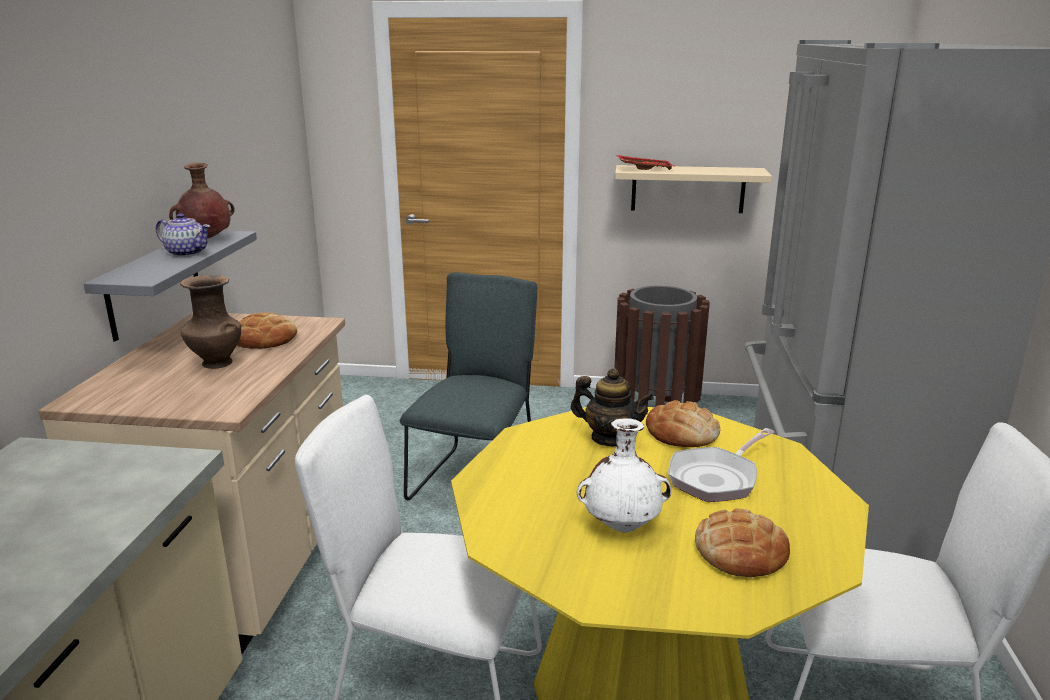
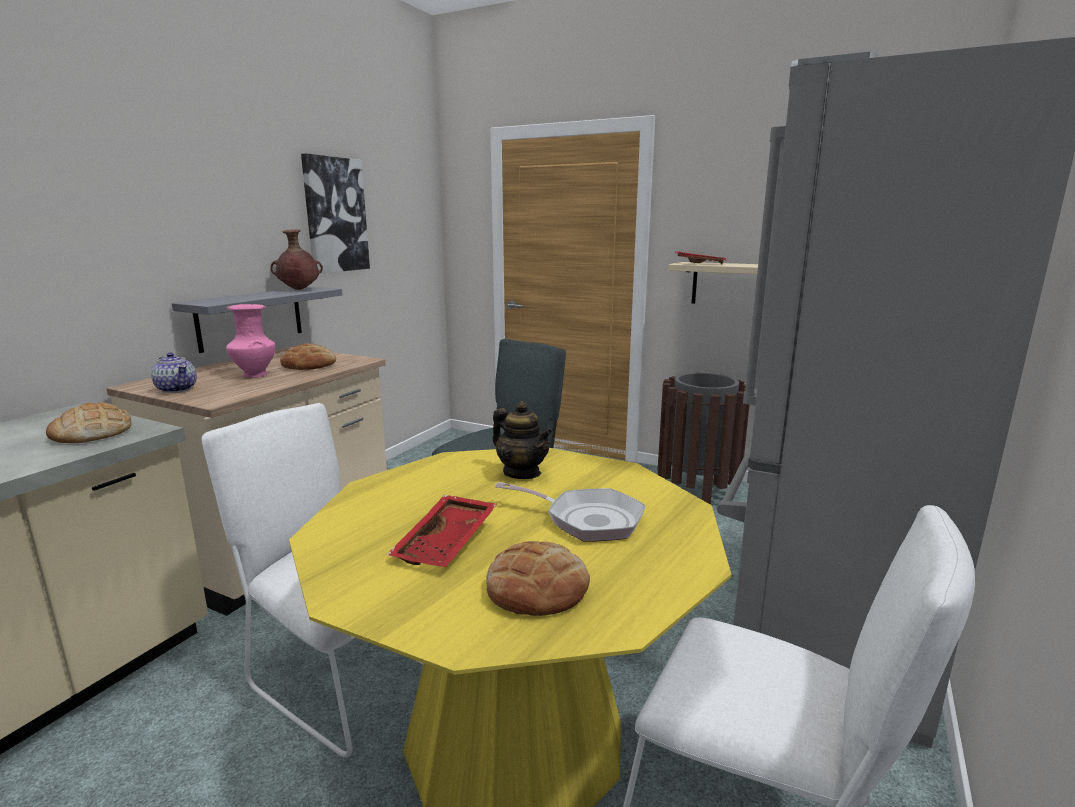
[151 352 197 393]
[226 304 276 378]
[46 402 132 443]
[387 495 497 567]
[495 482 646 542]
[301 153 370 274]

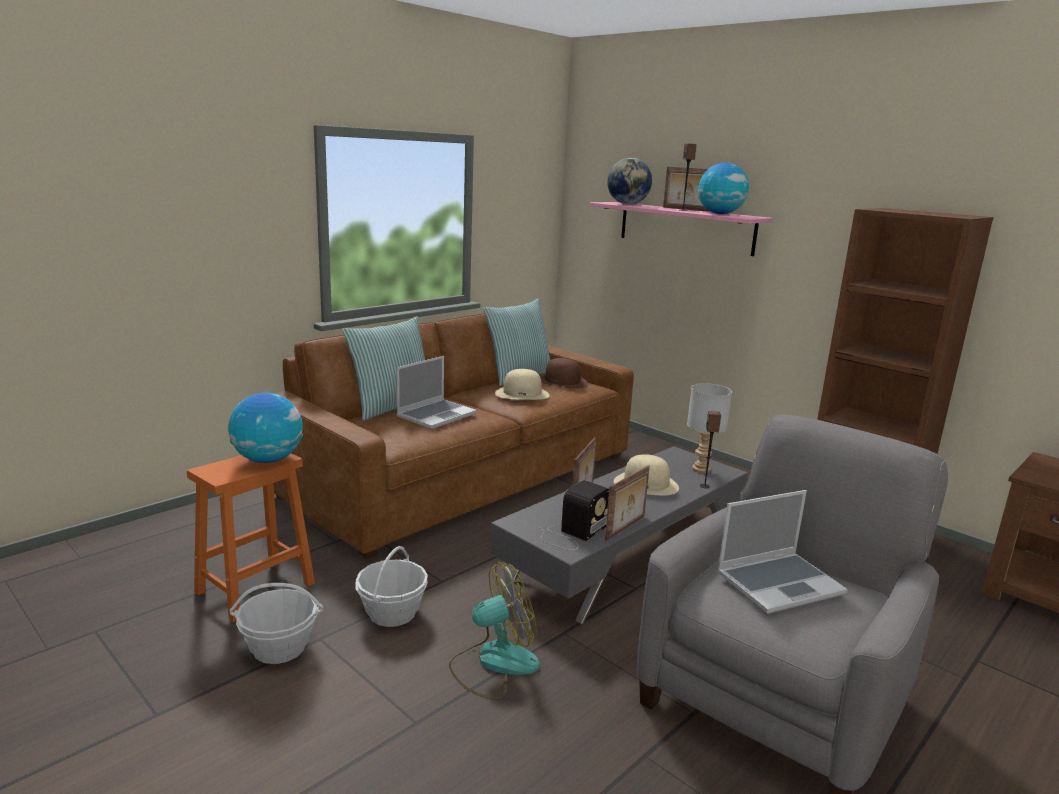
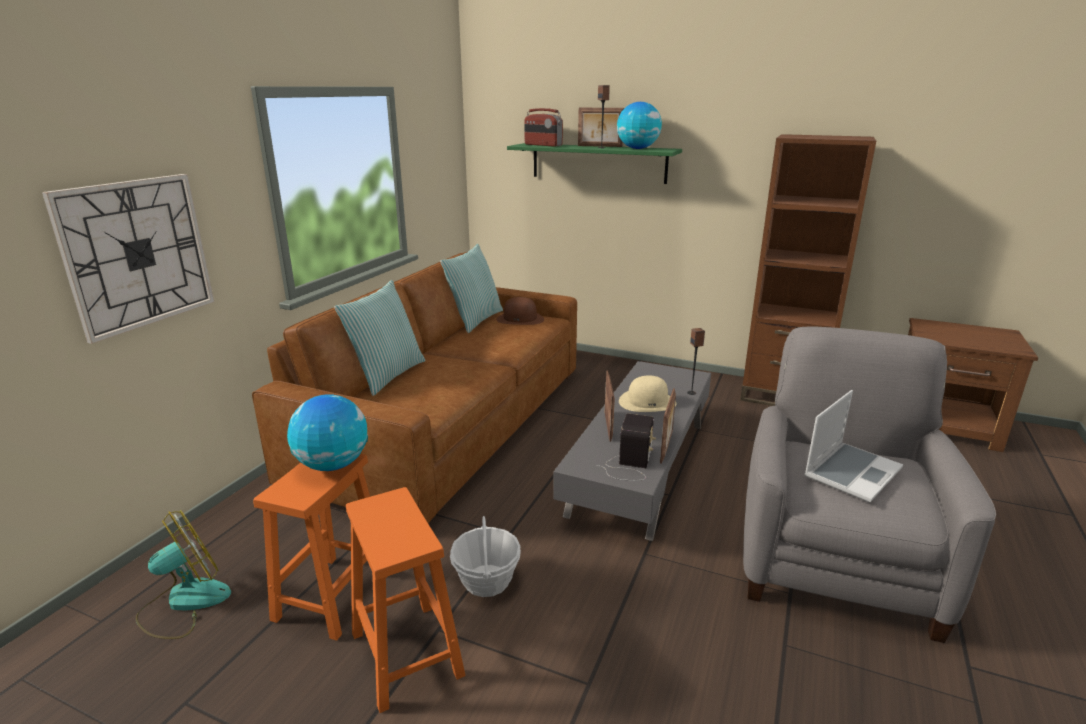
[524 108 563 147]
[507 143 682 184]
[397 356 476 429] (first image)
[495 369 550 400] (first image)
[687 383 732 473] (first image)
[136 510 231 639]
[346 487 466 713]
[42 174 214 344]

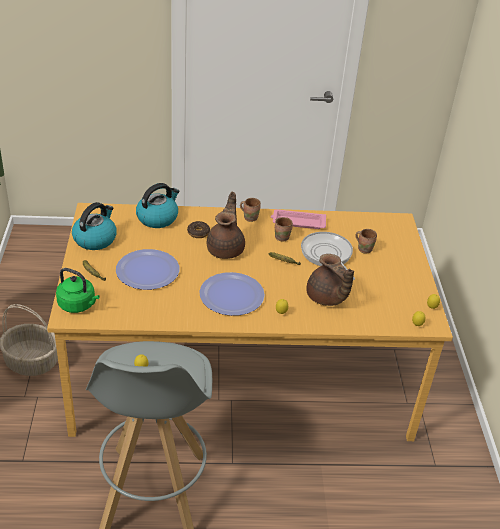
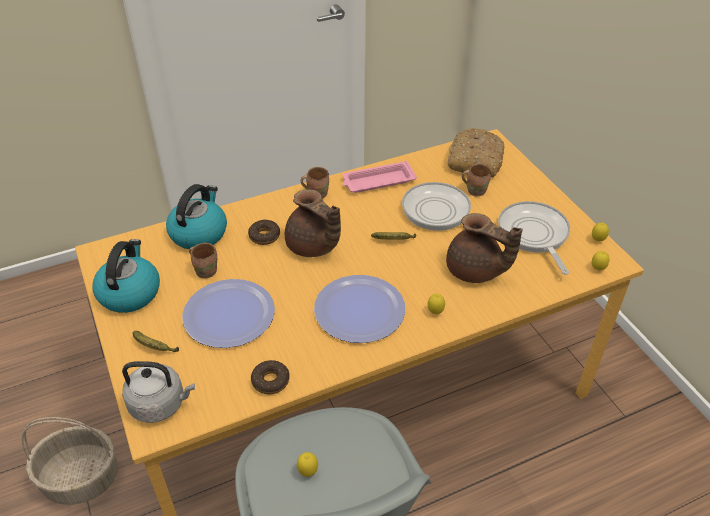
[285 189 341 257]
[189 243 217 279]
[122 361 195 423]
[448 128 504 177]
[498 201 570 275]
[251 360 290 394]

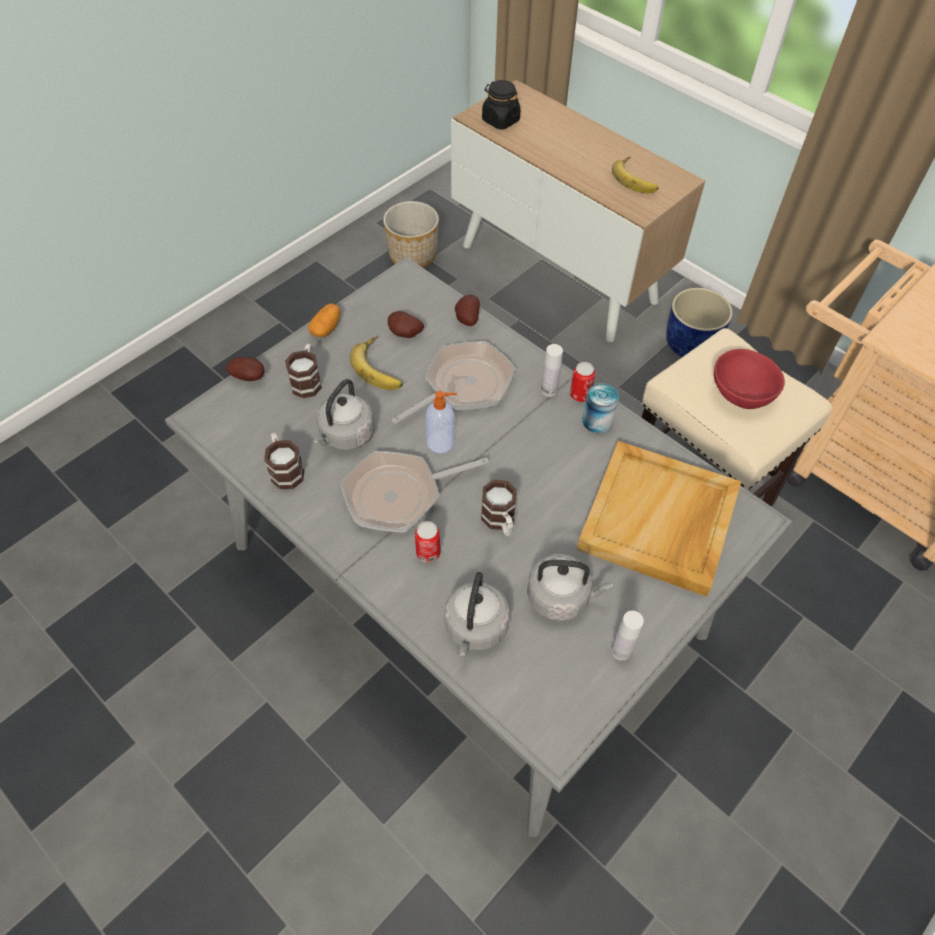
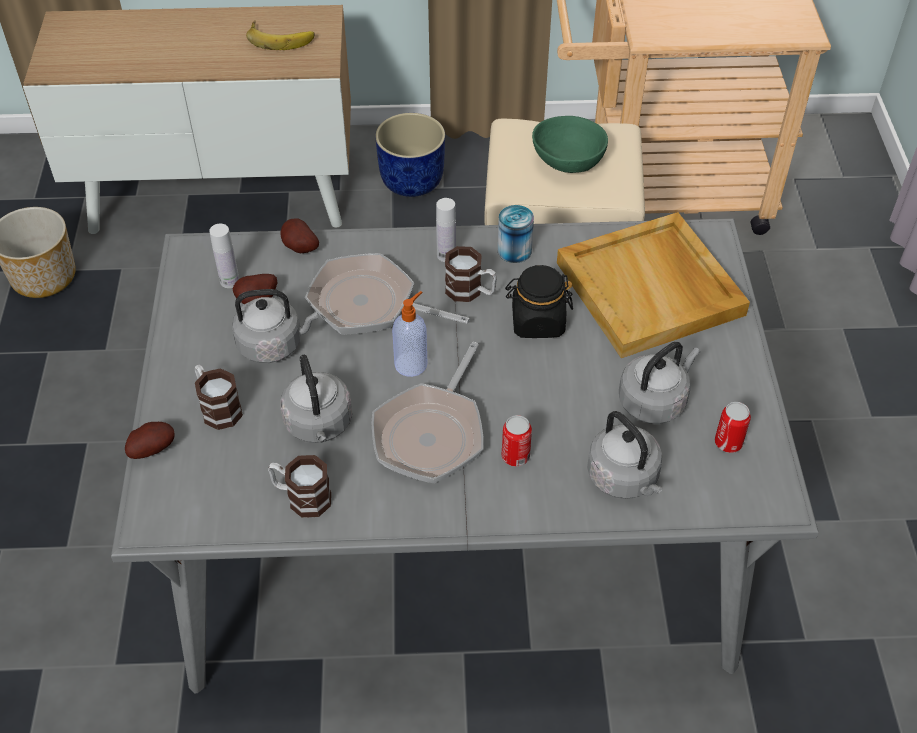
[505 265 573 338]
[308 303 341 337] (first image)
[232 289 318 363]
[305 253 470 335]
[532 116 608 173]
[715 402 751 453]
[445 246 497 302]
[209 224 239 288]

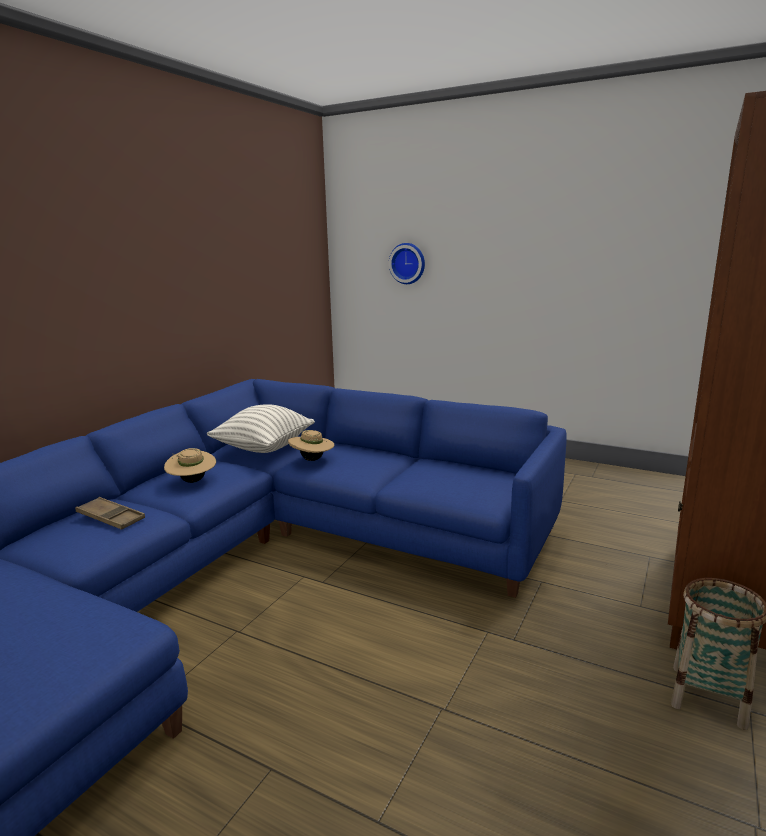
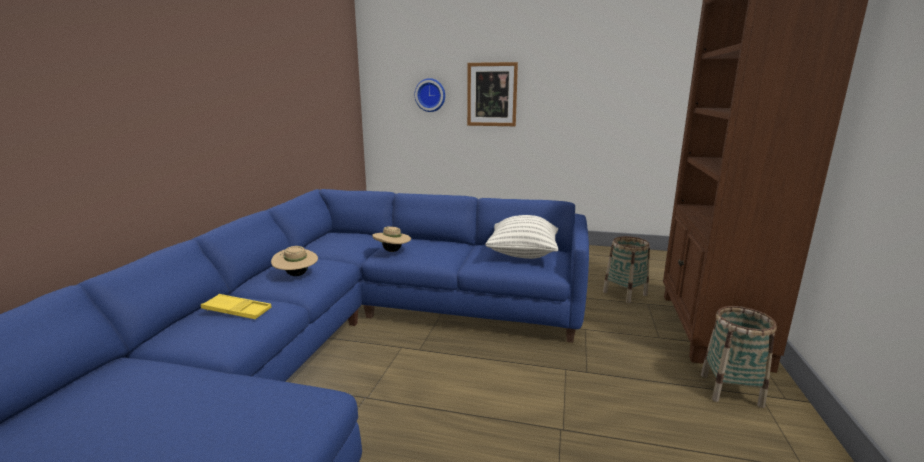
[485 215 558 259]
[201 294 271 319]
[467 62 518 126]
[603 236 650 303]

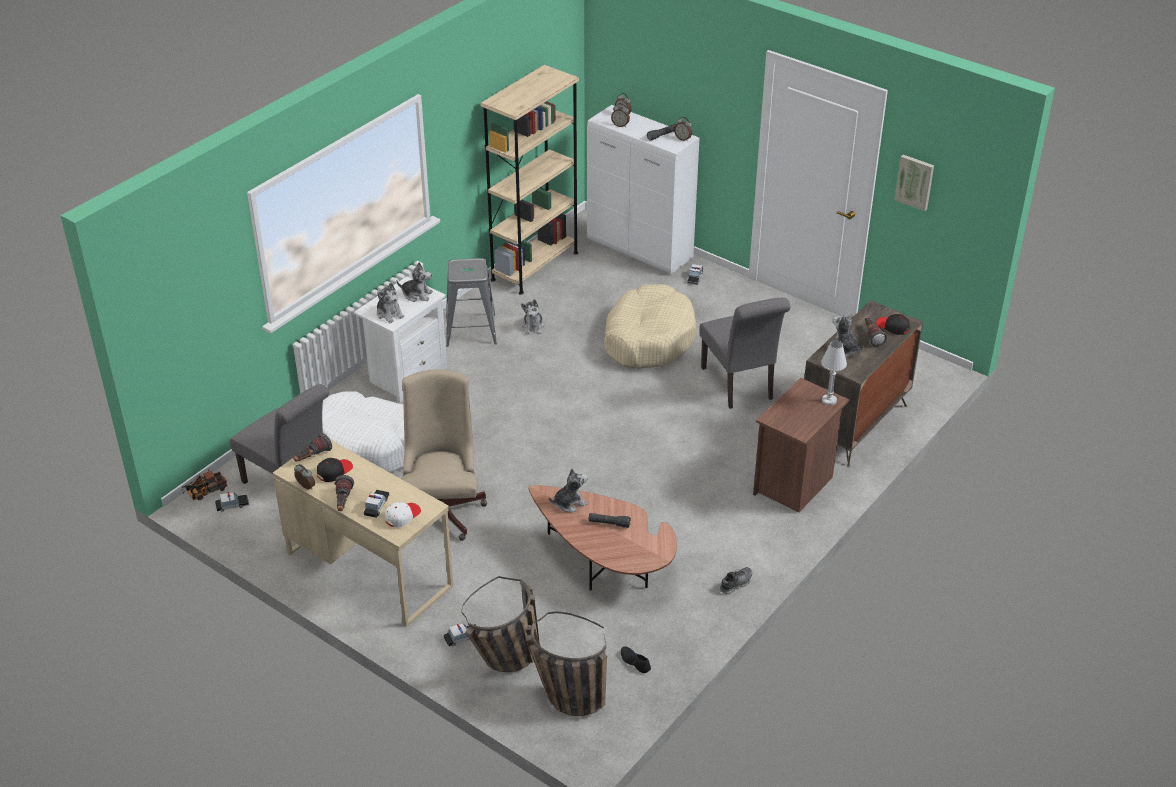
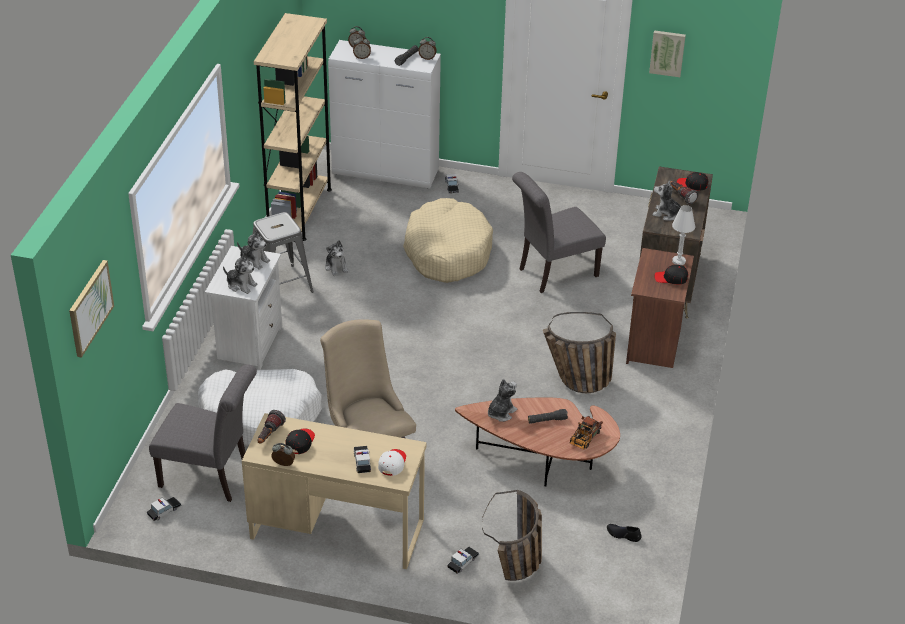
[237 230 270 270]
[512 172 606 293]
[570 416 603 450]
[334 475 354 511] (first image)
[719 567 753 595] (first image)
[543 312 616 393]
[69 260 114 358]
[654 265 688 285]

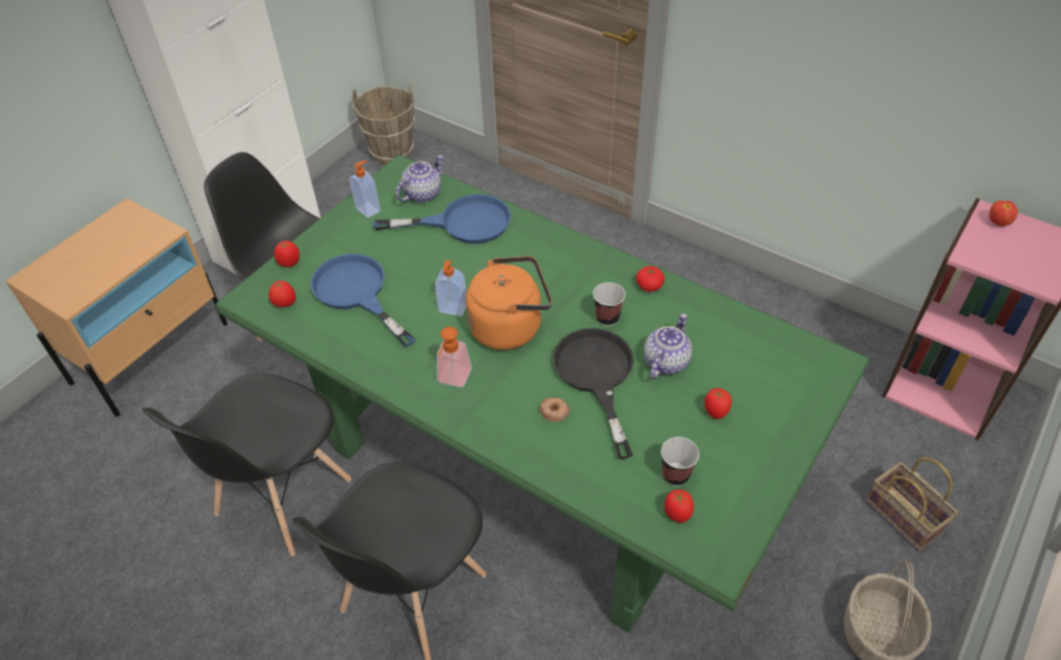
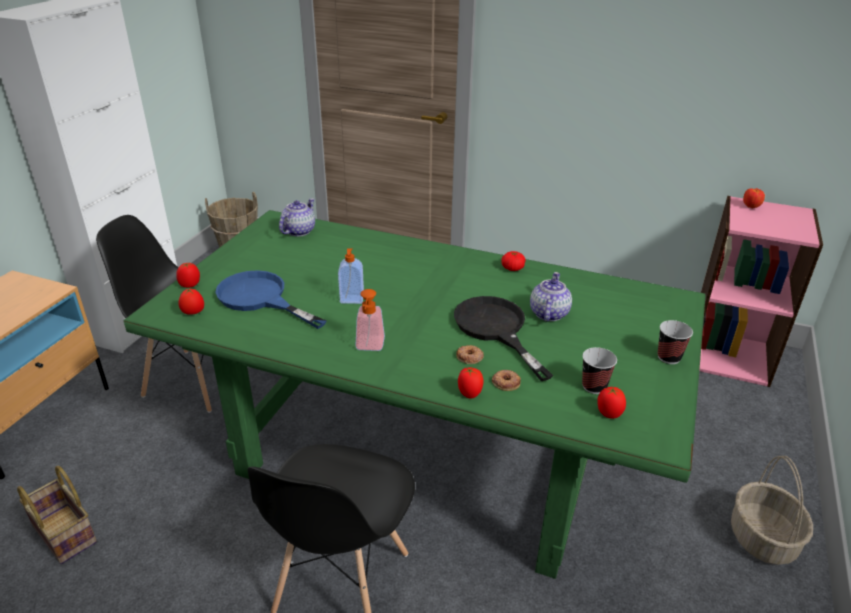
[349 160 380 218] (first image)
[373 194 511 244] (first image)
[465 256 552 350] (first image)
[658 320 693 364]
[142 374 351 556] (first image)
[458 367 483 399]
[17 466 97 564]
[492 370 521 391]

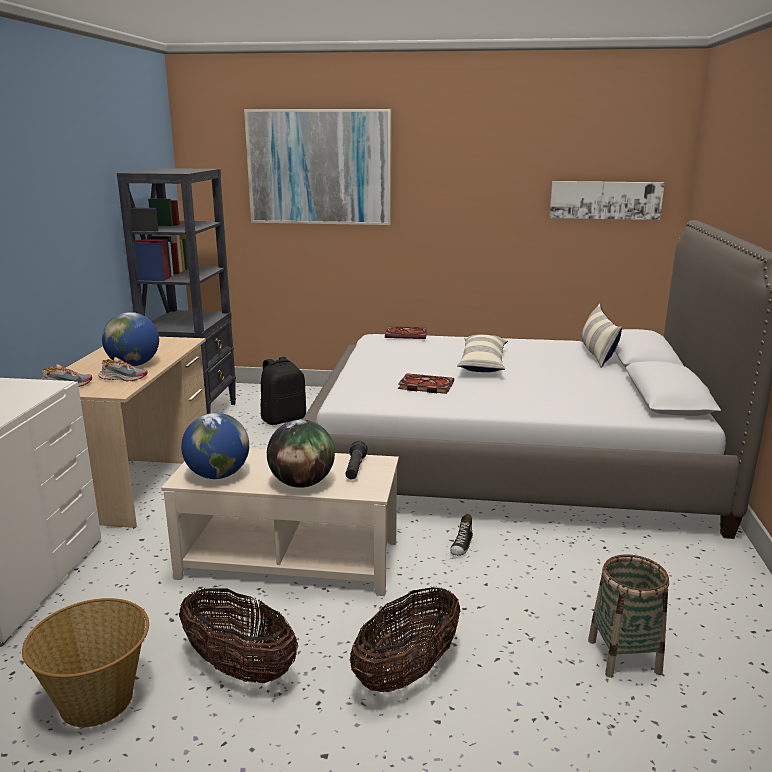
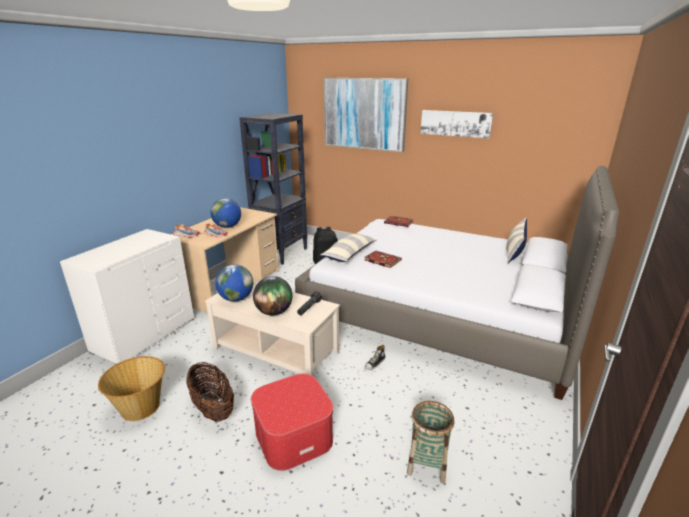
[420 110 493 138]
[320 233 377 262]
[251 374 333 471]

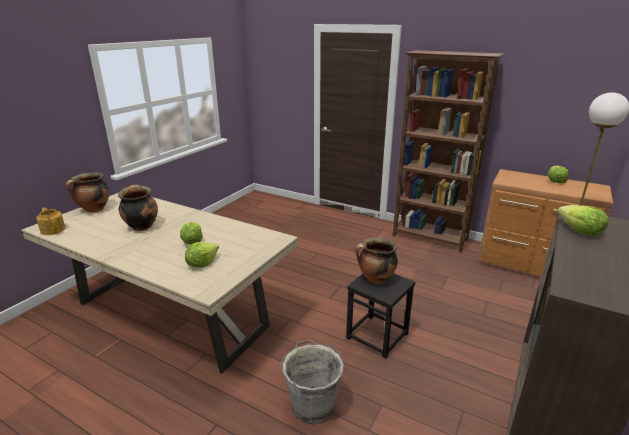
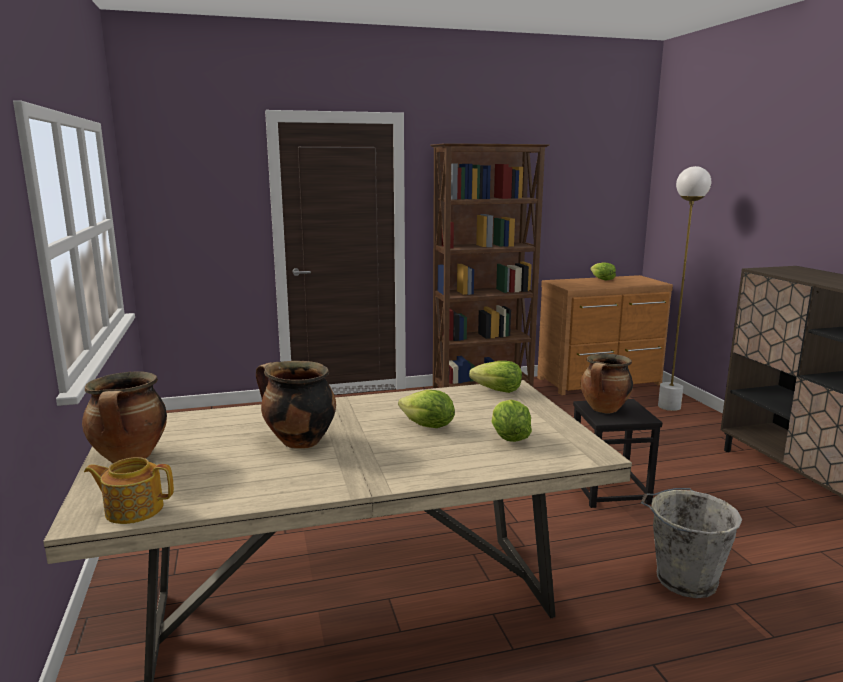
[469 361 522 393]

